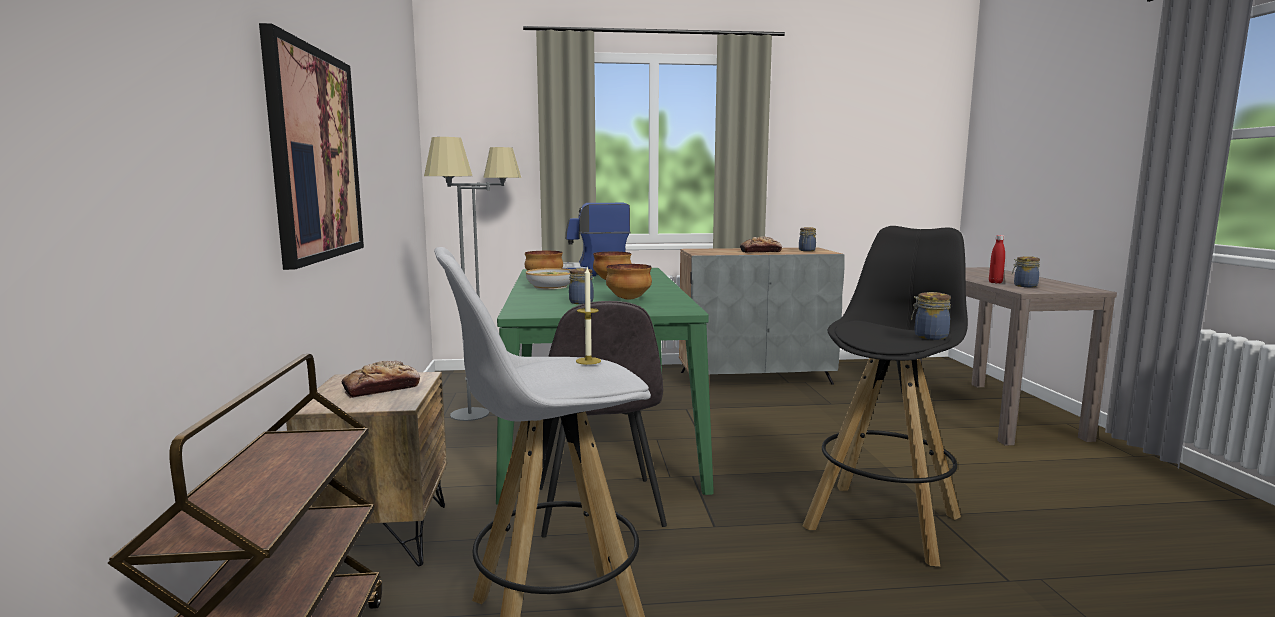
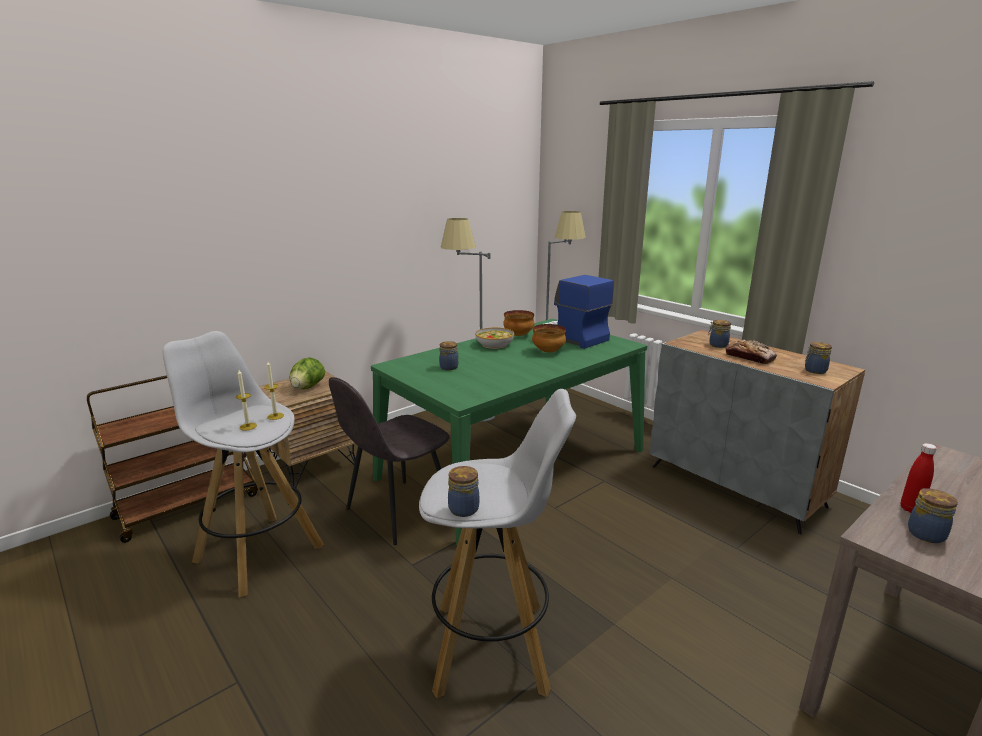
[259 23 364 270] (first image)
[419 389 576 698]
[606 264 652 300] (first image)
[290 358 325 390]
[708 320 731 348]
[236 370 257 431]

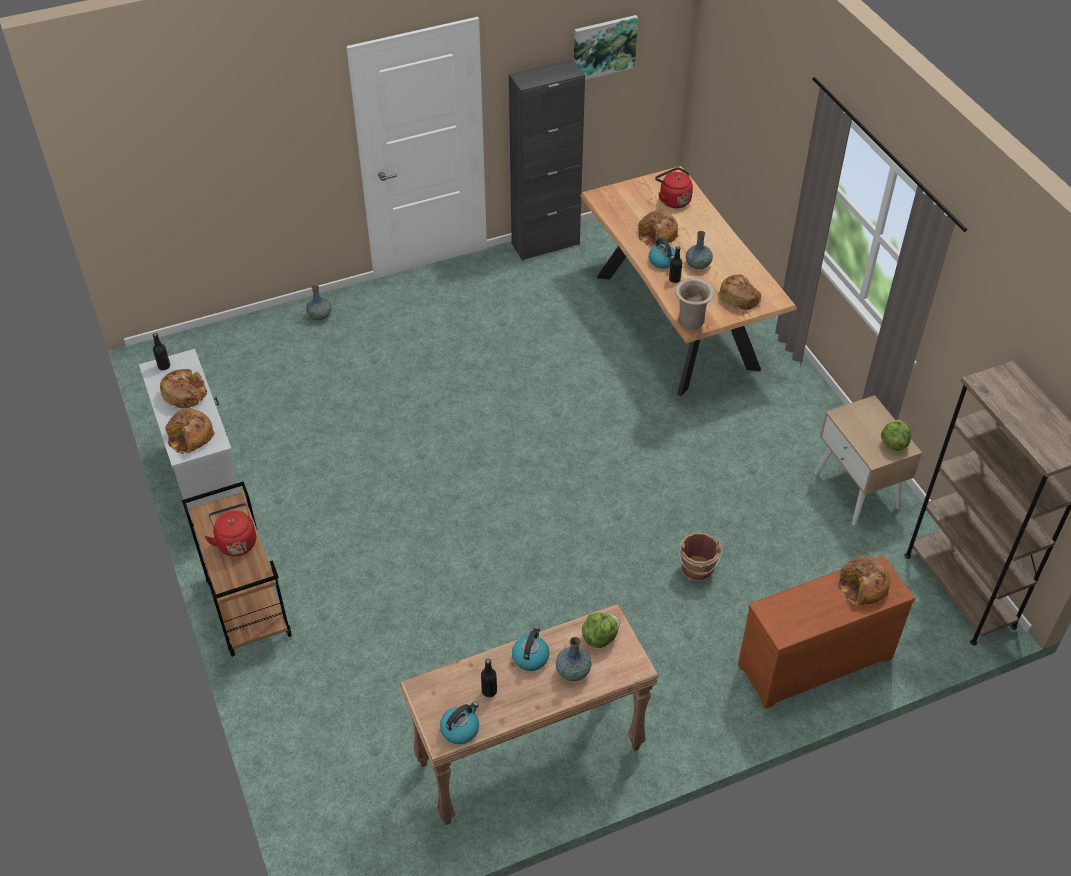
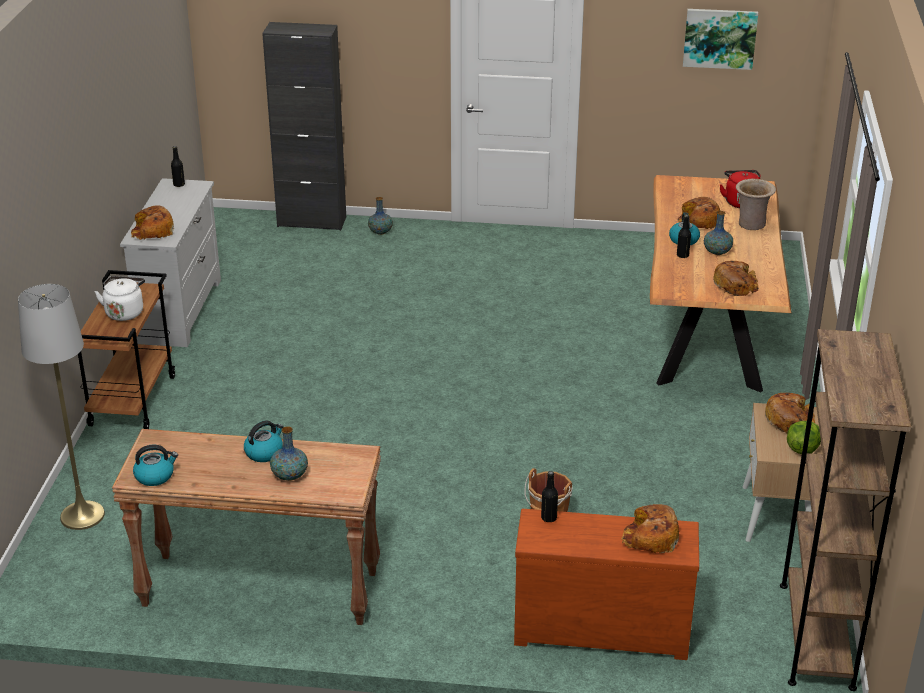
[262 22 346 231]
[736 178 776 230]
[765 393 815 433]
[95 276 145 321]
[582 612 621 648] (first image)
[541 471 558 522]
[18 284 105 530]

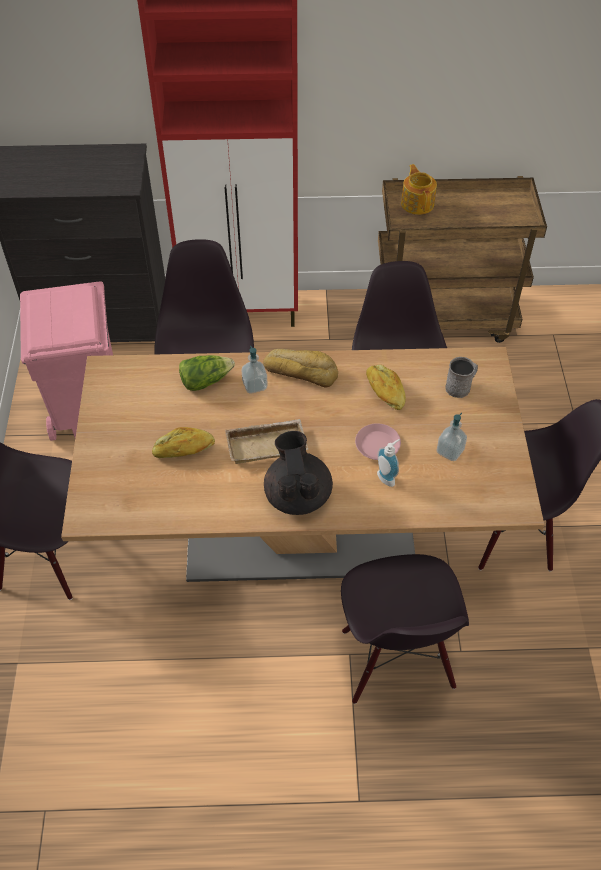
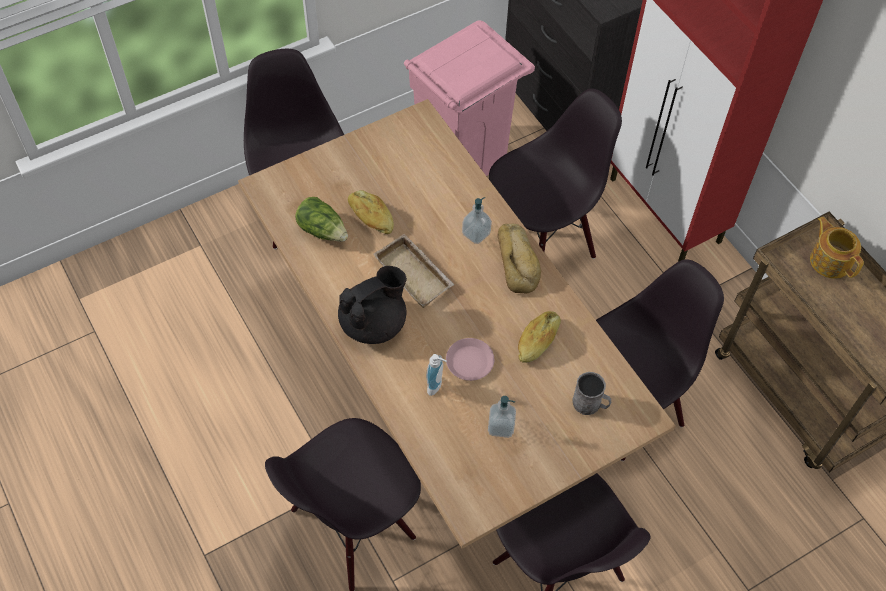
[810 217 864 279]
[295 197 348 242]

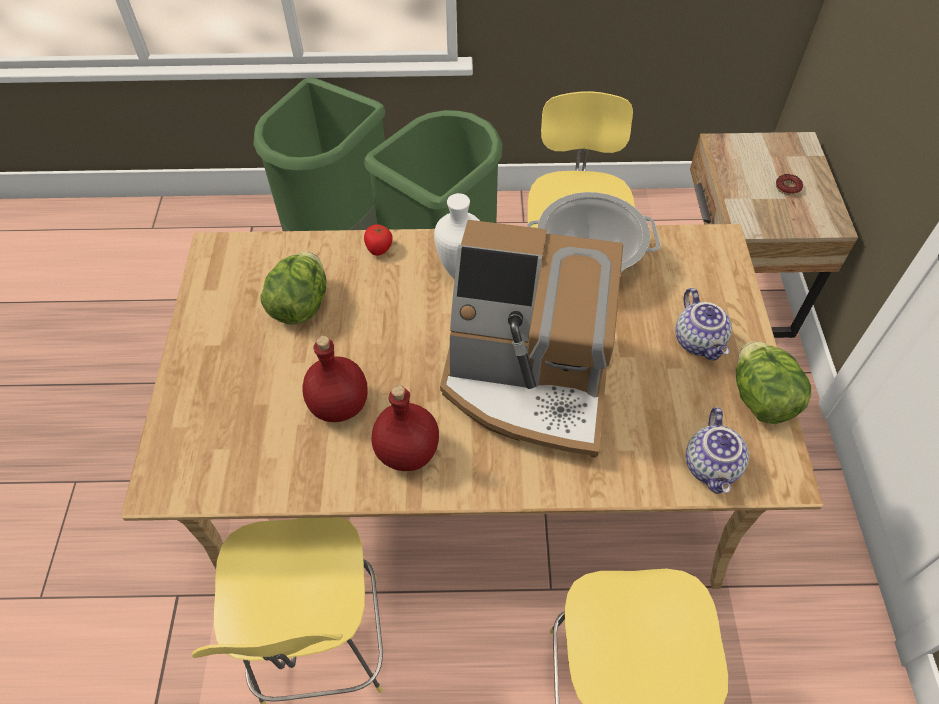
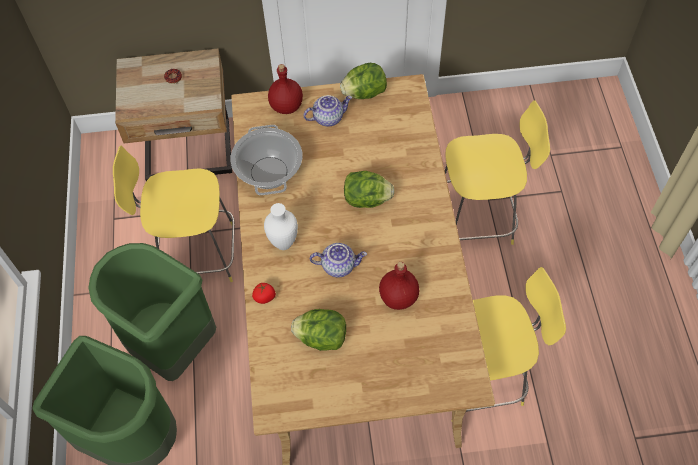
[344 171 395 208]
[268 64 303 114]
[310 243 367 278]

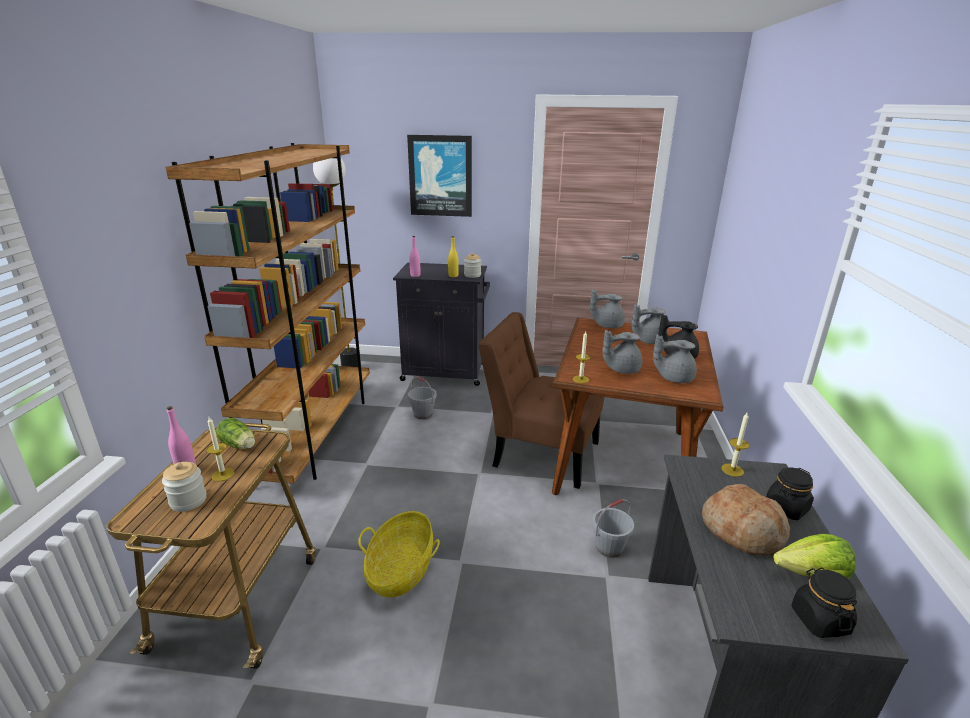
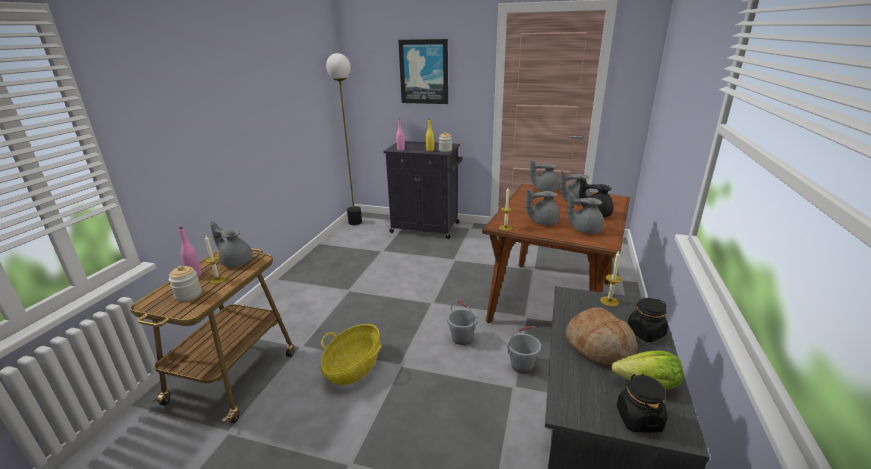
[165 143 370 484] (first image)
[478 312 604 489] (first image)
[447 300 478 345]
[210 221 253 267]

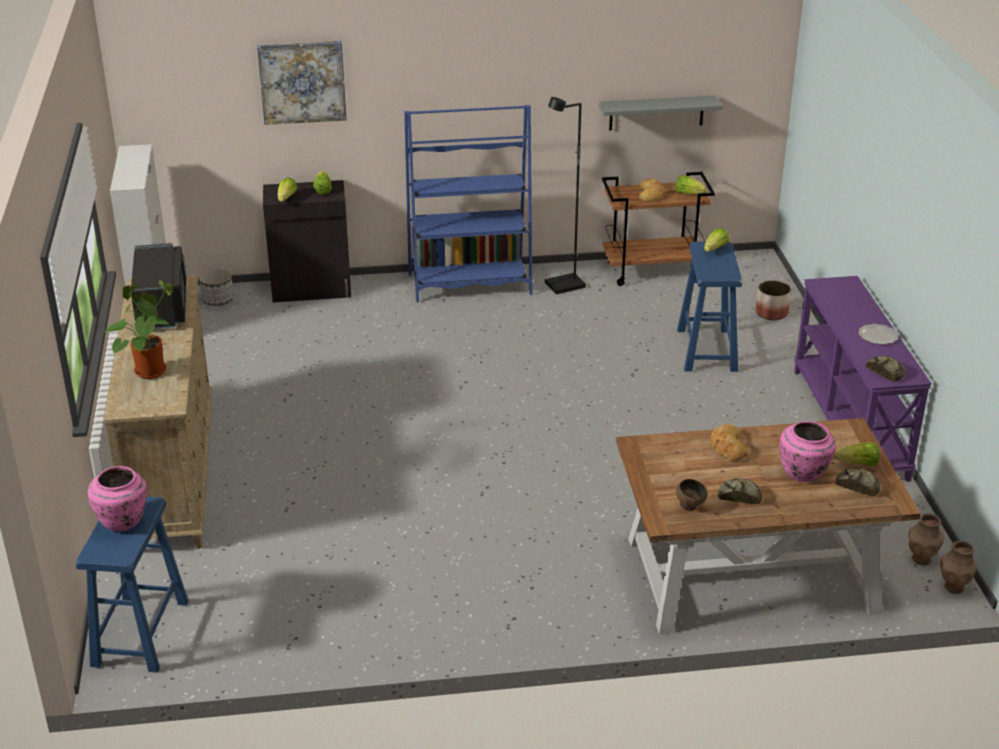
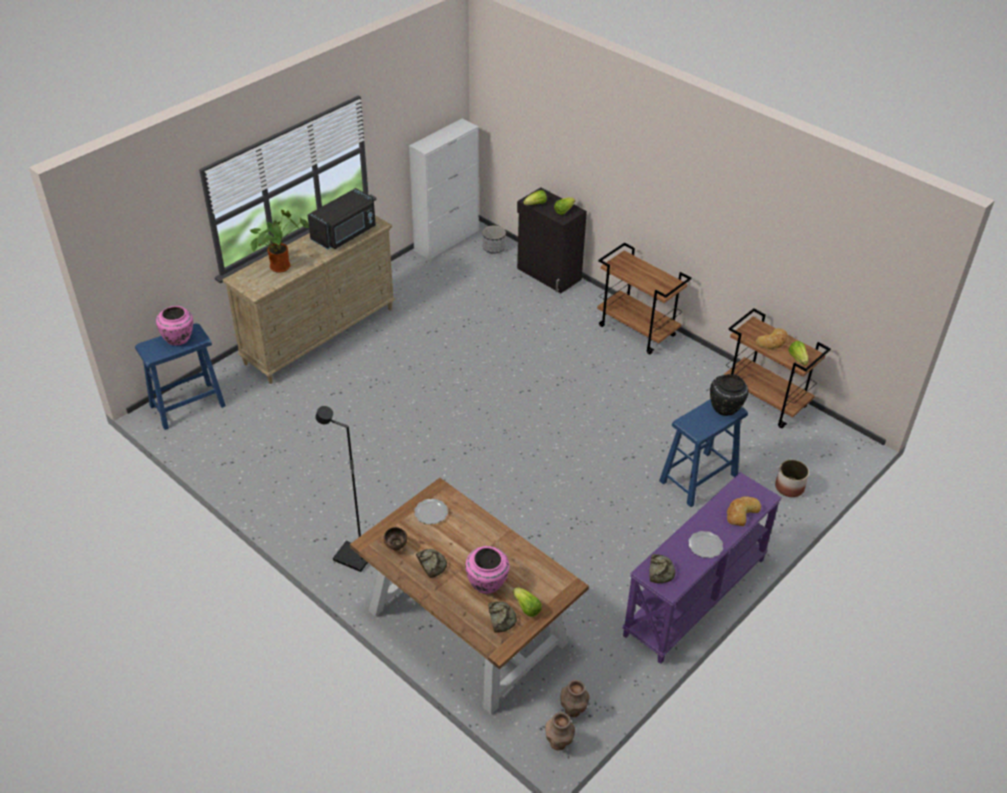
[257 41 346 125] (first image)
[599 96 722 130] (first image)
[315 406 368 572]
[597 243 692 354]
[710 374 748 416]
[727 497 761 526]
[414 499 448 524]

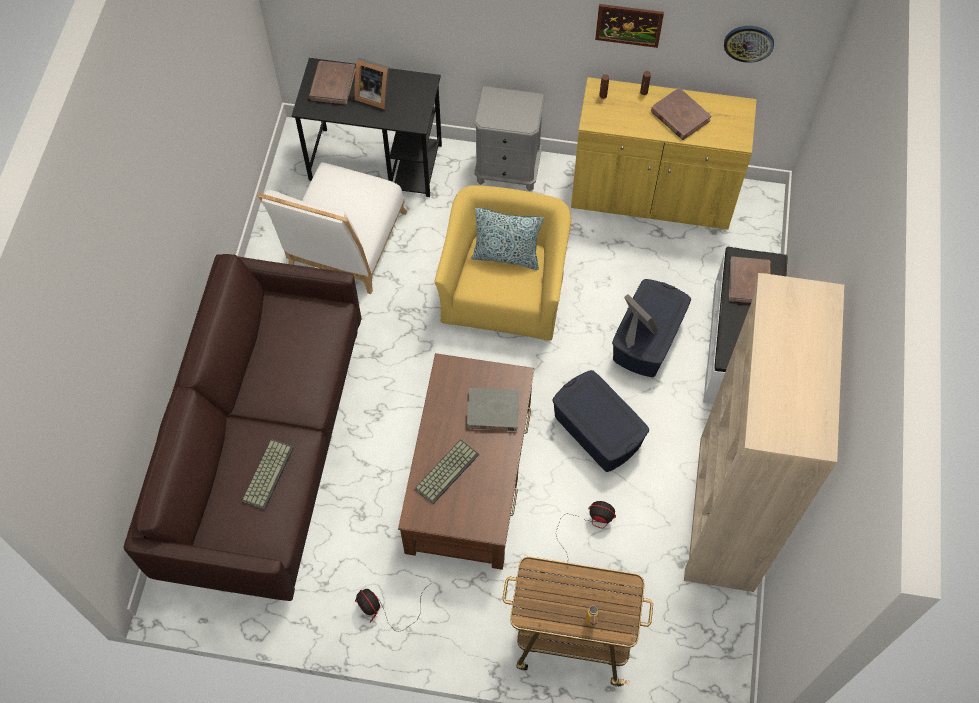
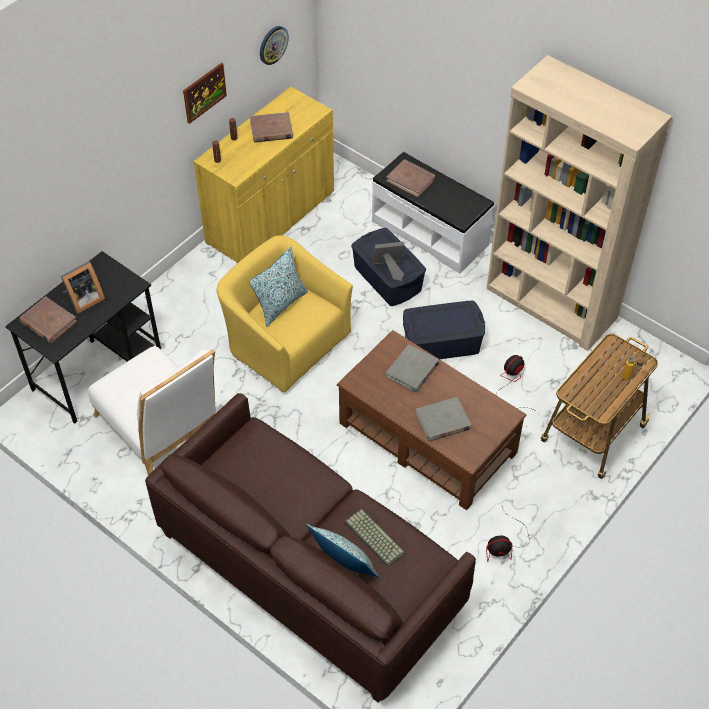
[474 86 545 192] (first image)
[416 397 471 441]
[307 524 379 578]

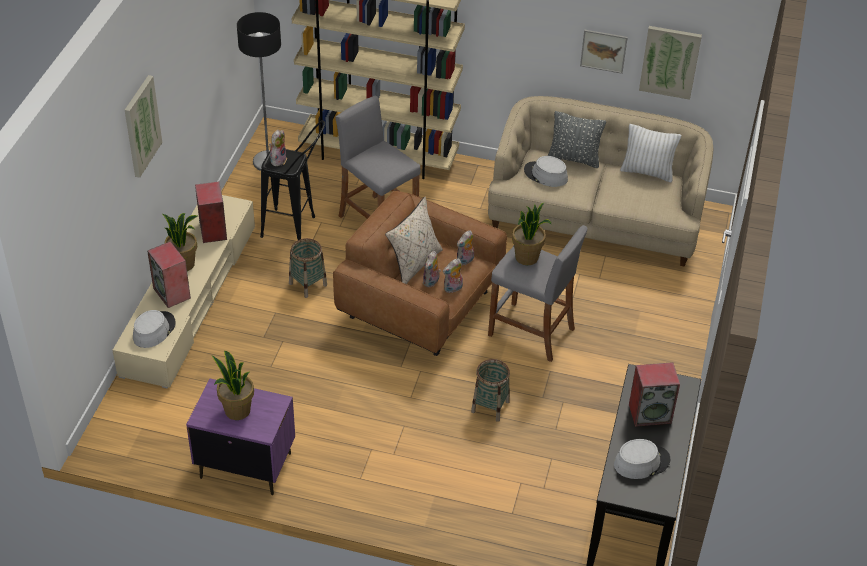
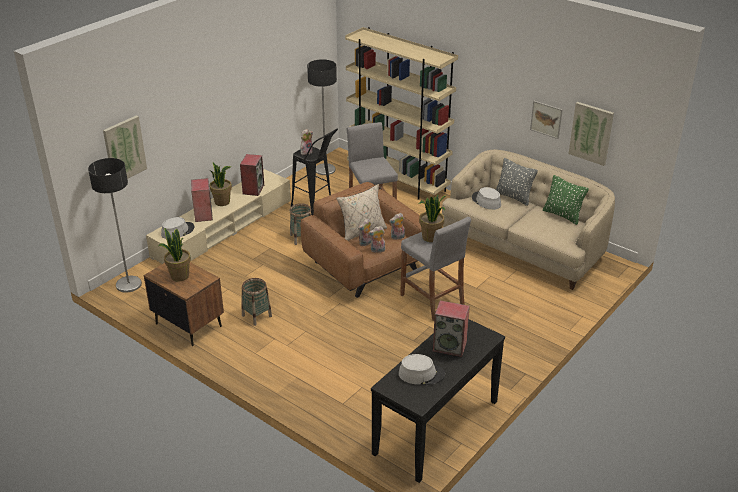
[103 115 147 179]
[543 175 589 225]
[242 278 272 326]
[144 262 224 346]
[88 158 142 293]

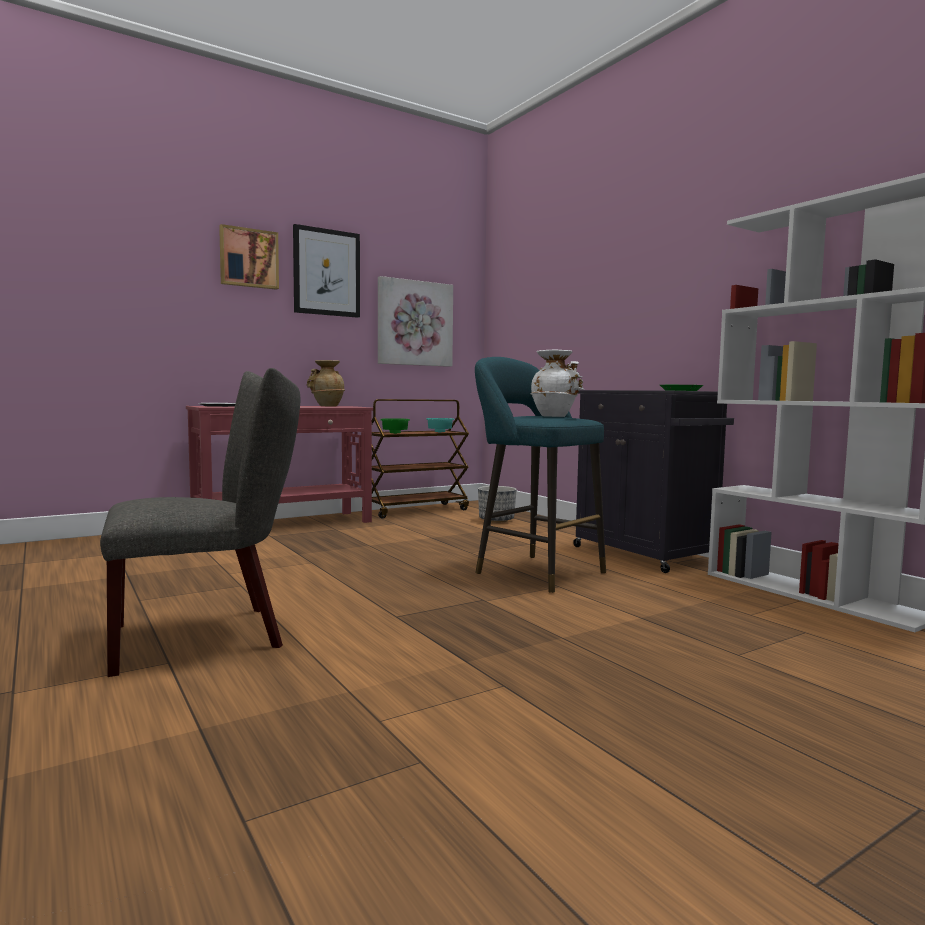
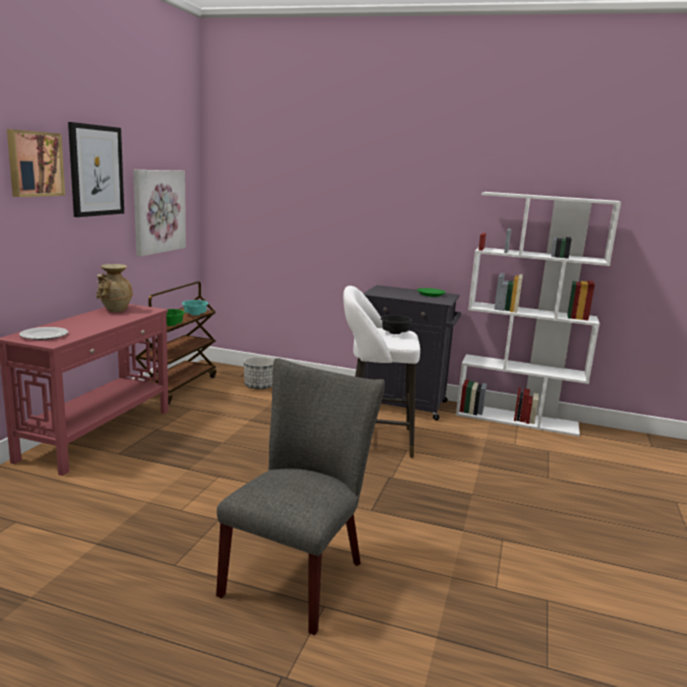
[380 315 412 334]
[343 286 420 458]

